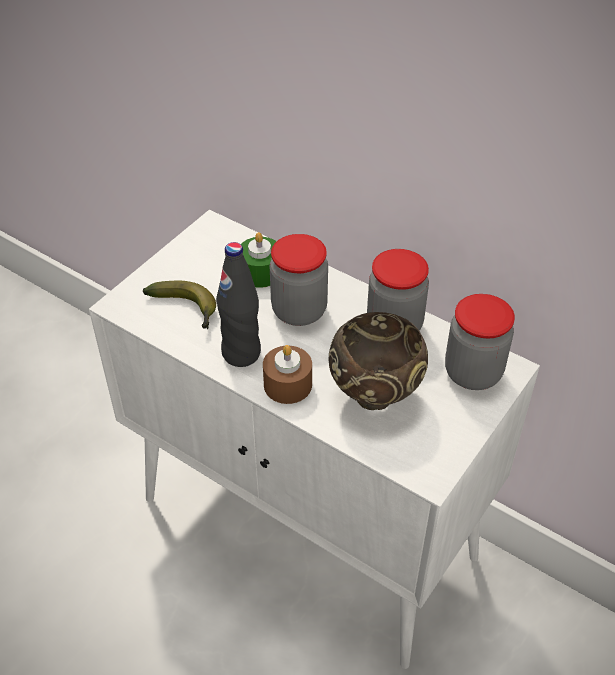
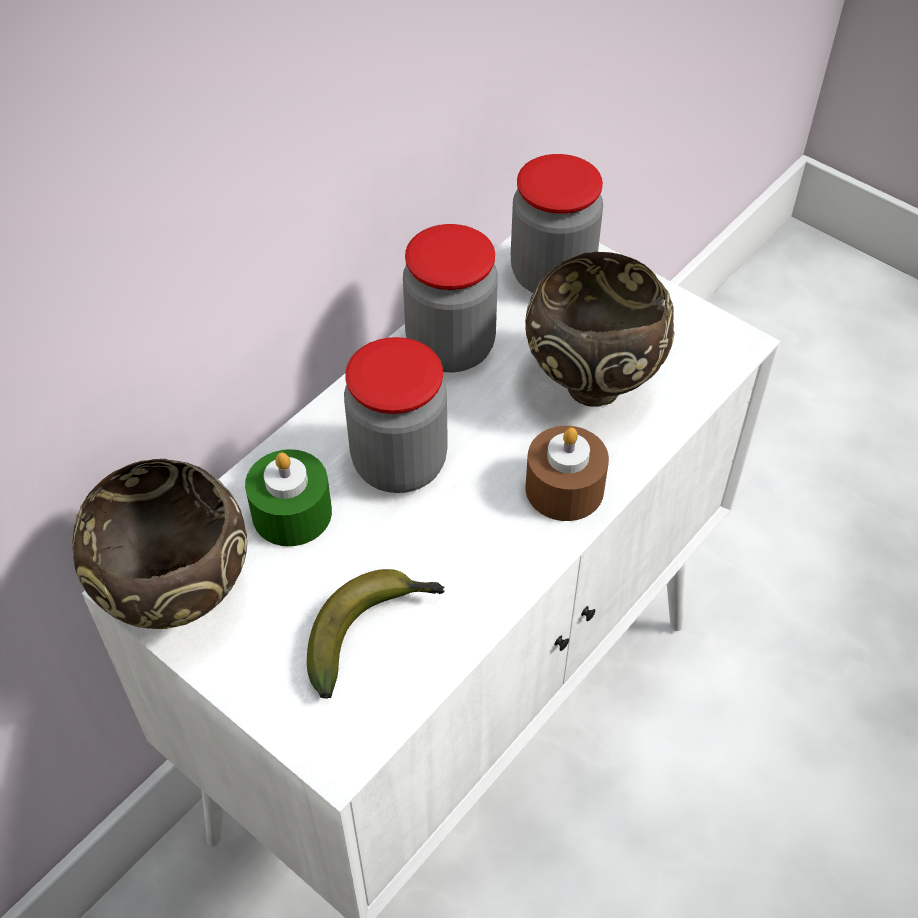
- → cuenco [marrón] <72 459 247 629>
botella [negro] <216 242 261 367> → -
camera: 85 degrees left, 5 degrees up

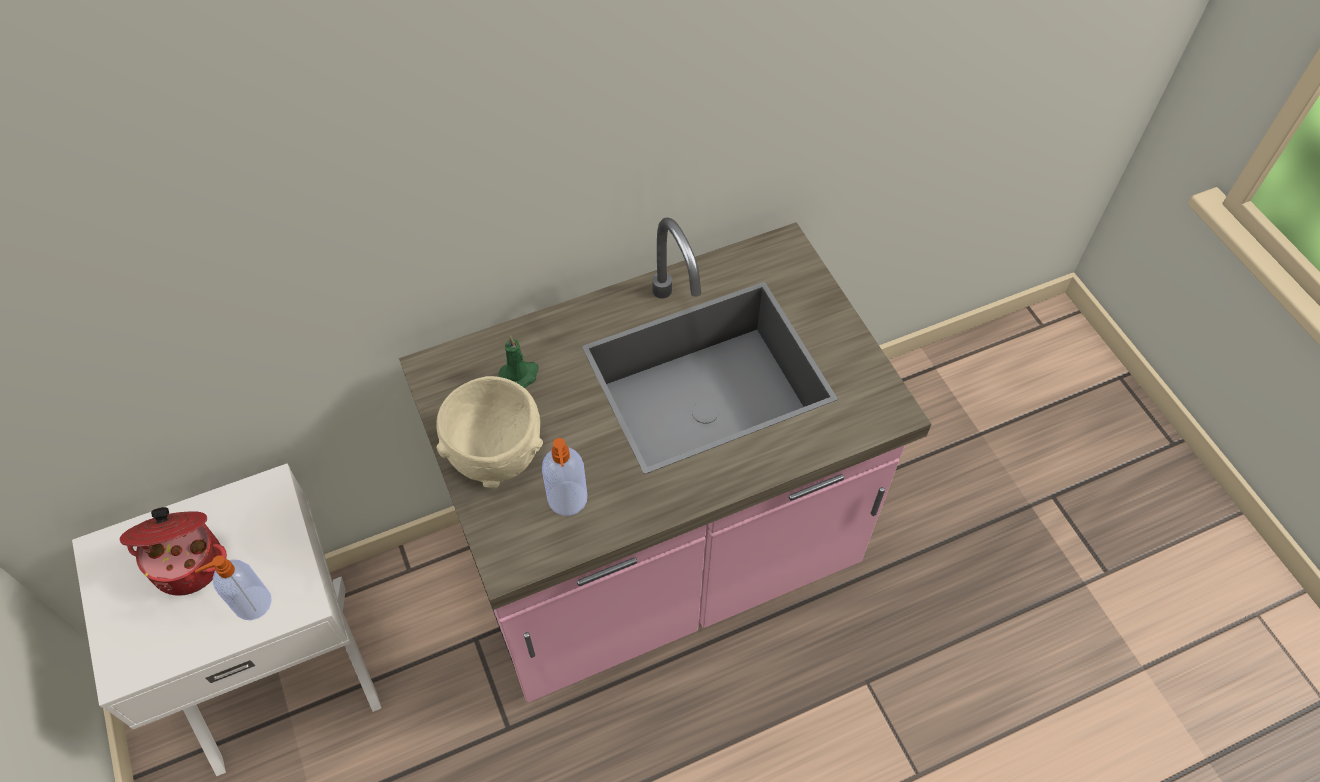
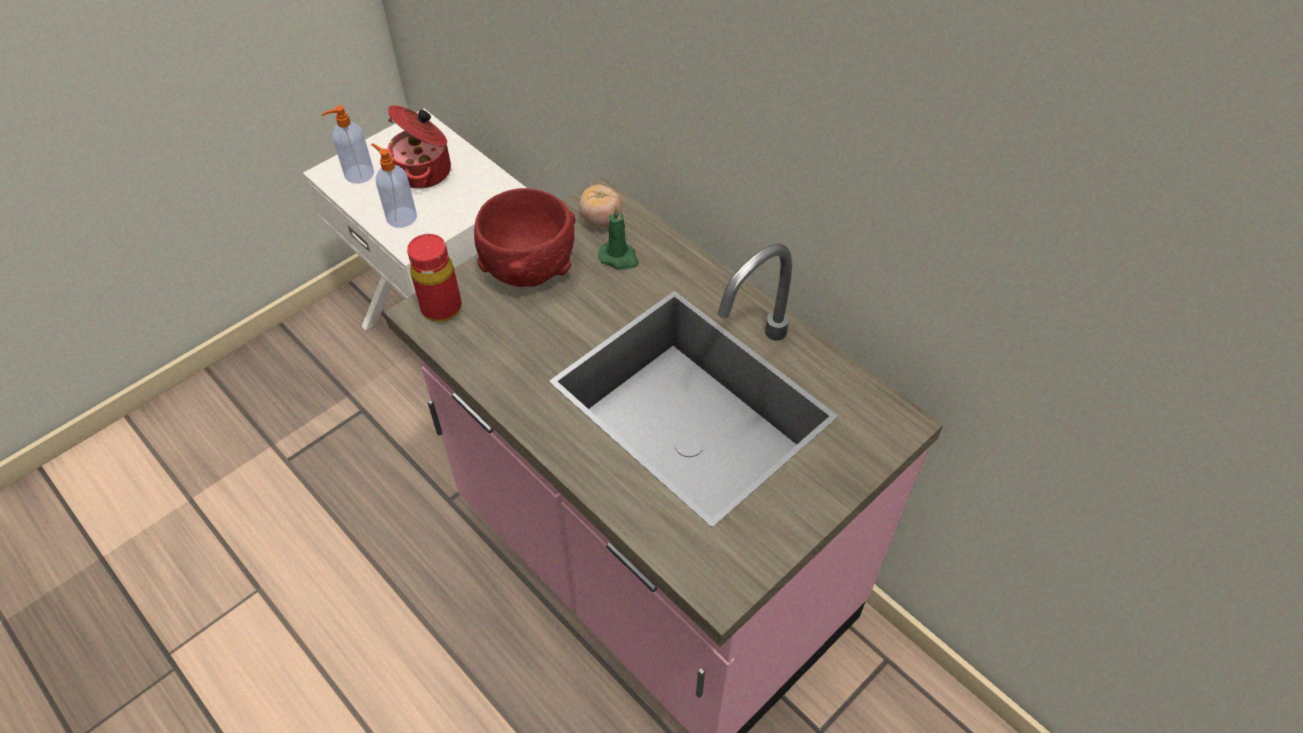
dispensador de jabón <542 438 587 516> → dispensador de jabón <322 105 374 184>, moved
- → botella [rojo] <407 234 462 322>
cuenco [beis] <436 376 543 488> → cuenco [rojo] <474 188 575 287>
- → tomate <579 185 622 227>
camera: 70 degrees right, 5 degrees down

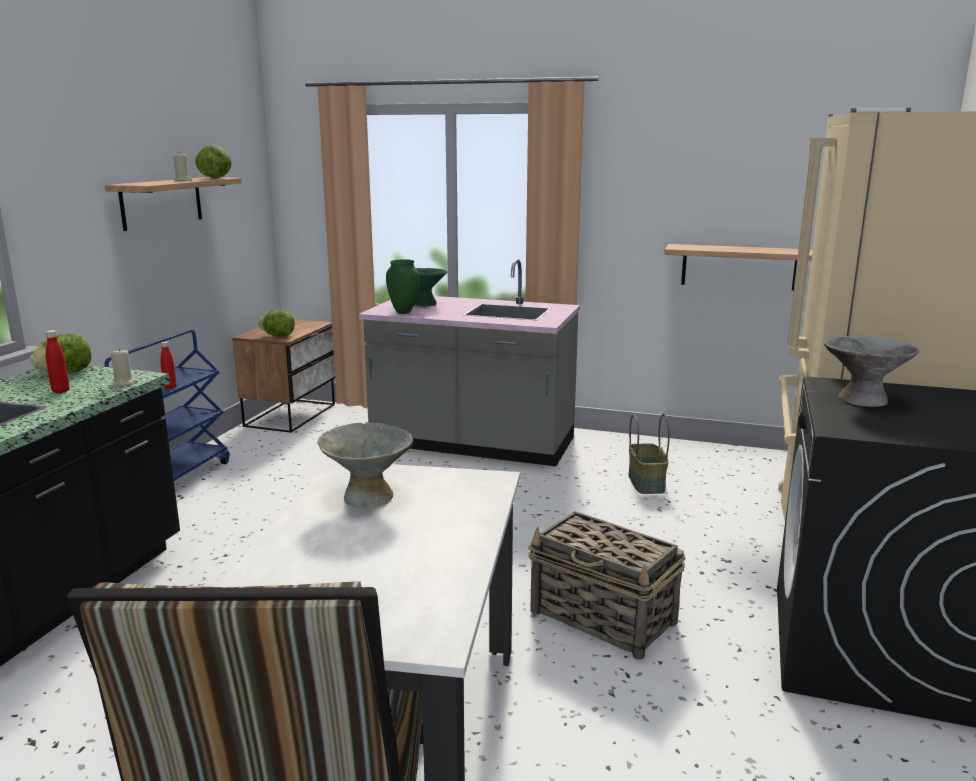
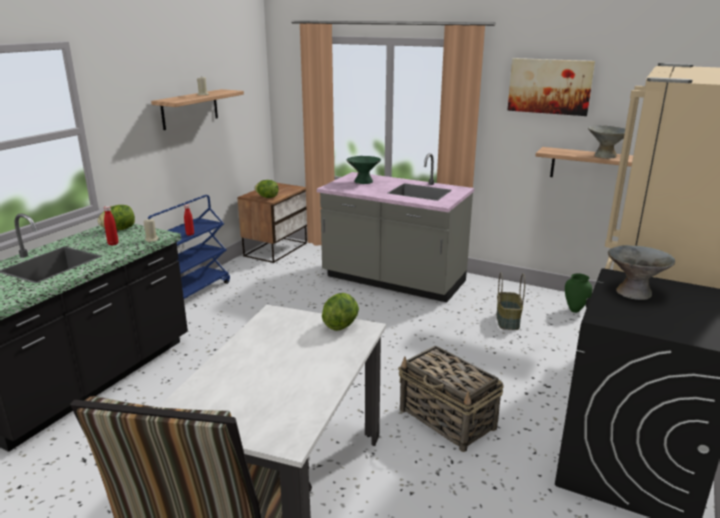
lechuga <195 145 232 178> → lechuga <322 293 359 331>, moved
- → cuadro <507 58 595 116>
florero [verde] <386 259 420 314> → florero [verde] <565 273 592 313>, moved
cuenco [gris] <317 423 413 508> → cuenco [gris] <588 125 625 159>, moved
camera: 10 degrees right, 5 degrees up

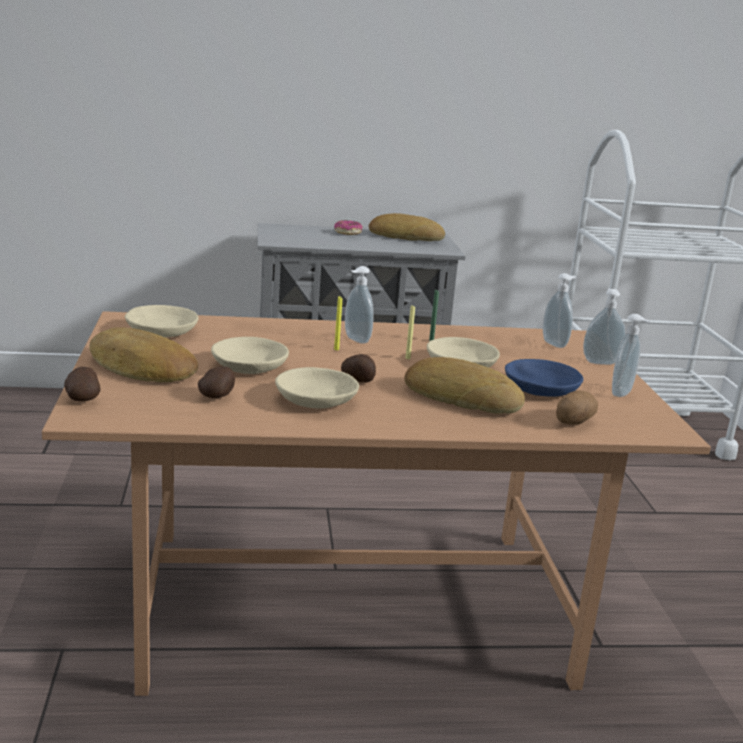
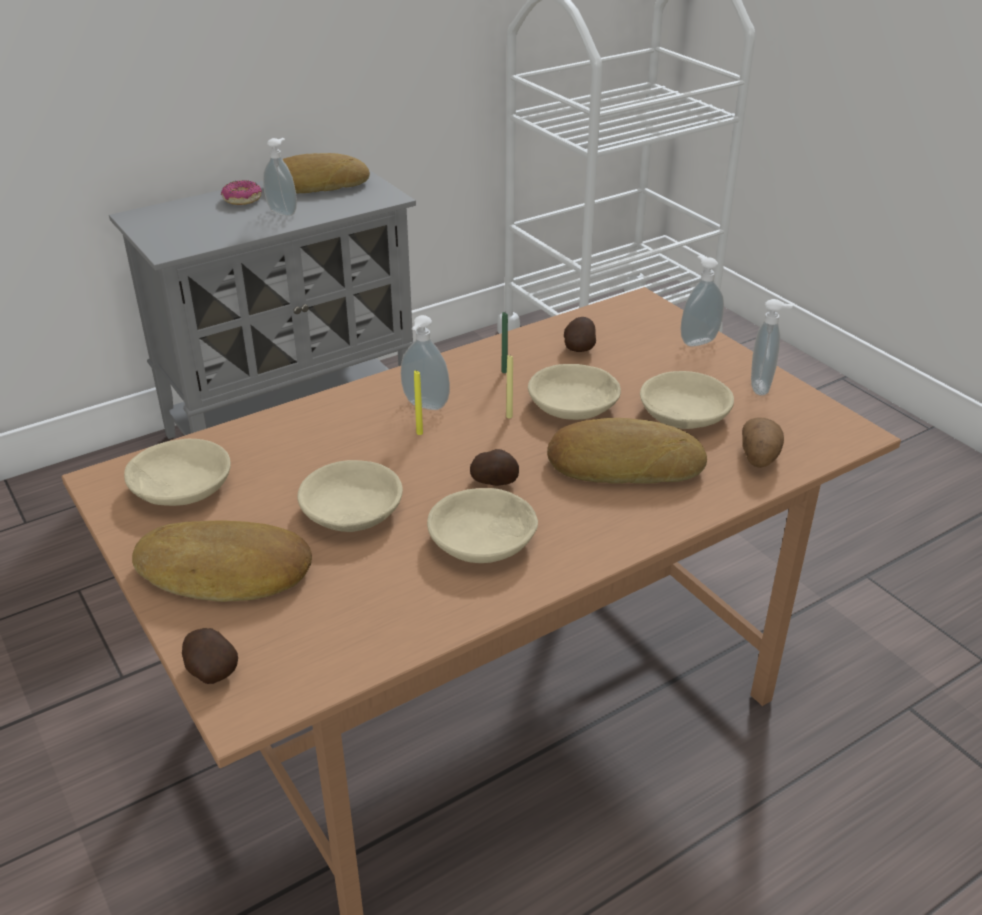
dispensador de jabón <543 273 576 348> → dispensador de jabón <263 138 297 216>, moved
patata <198 366 235 398> → patata <564 317 596 352>, moved
cuenco [azul] <505 359 583 397> → cuenco [beis] <640 371 734 429>
camera: 25 degrees left, 15 degrees up

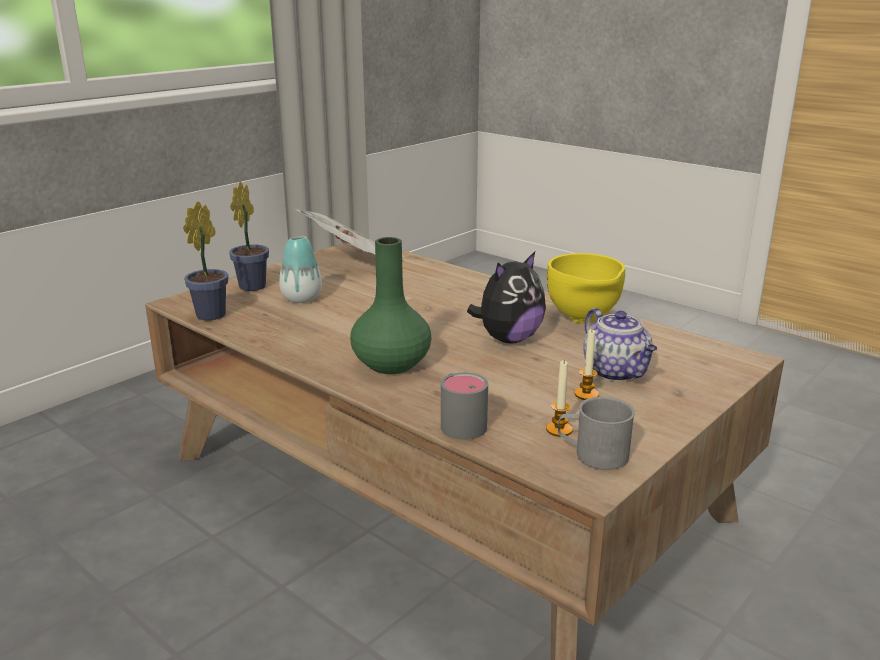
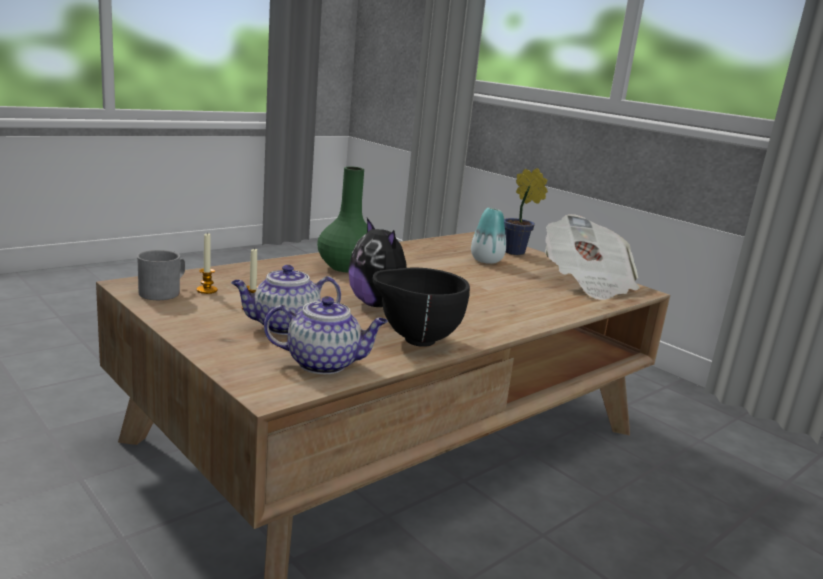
- → tetera <264 296 388 374>
cuenco [amarillo] <547 253 625 323> → cuenco [negro] <373 268 470 347>
planta en maceta <183 201 228 320> → -
taza grande [gris] <441 373 488 440> → -
camera: 95 degrees right, 5 degrees down

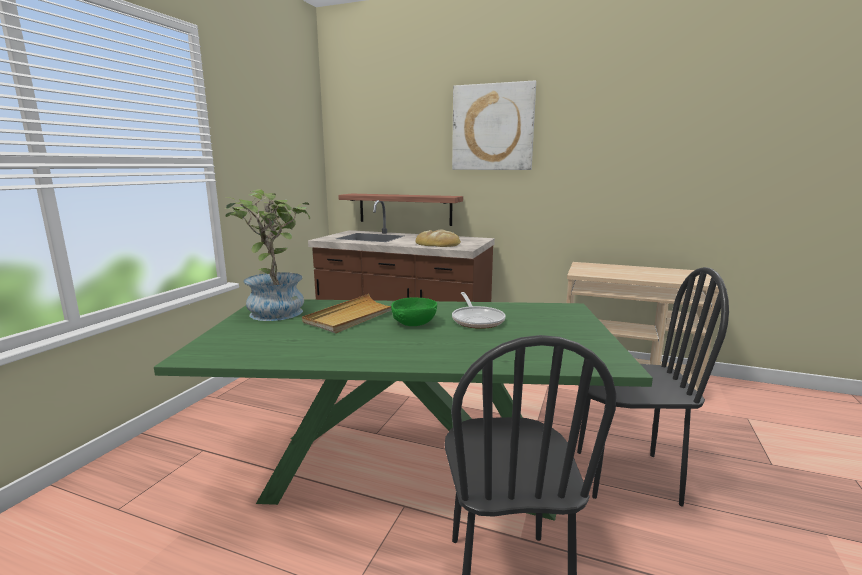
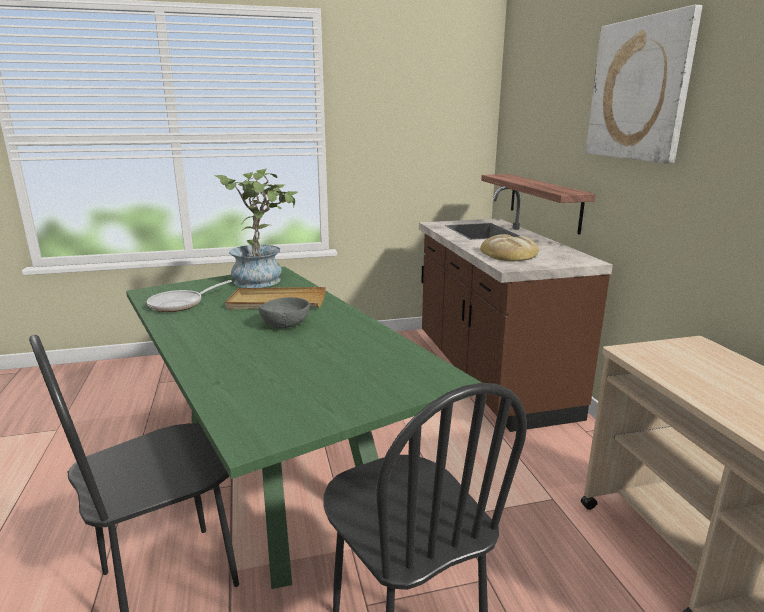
sartén <452 292 506 329> → sartén <147 280 232 312>, moved
cuenco [verde] <391 298 437 326> → cuenco [gris] <258 297 310 328>
camera: 55 degrees right, 5 degrees up

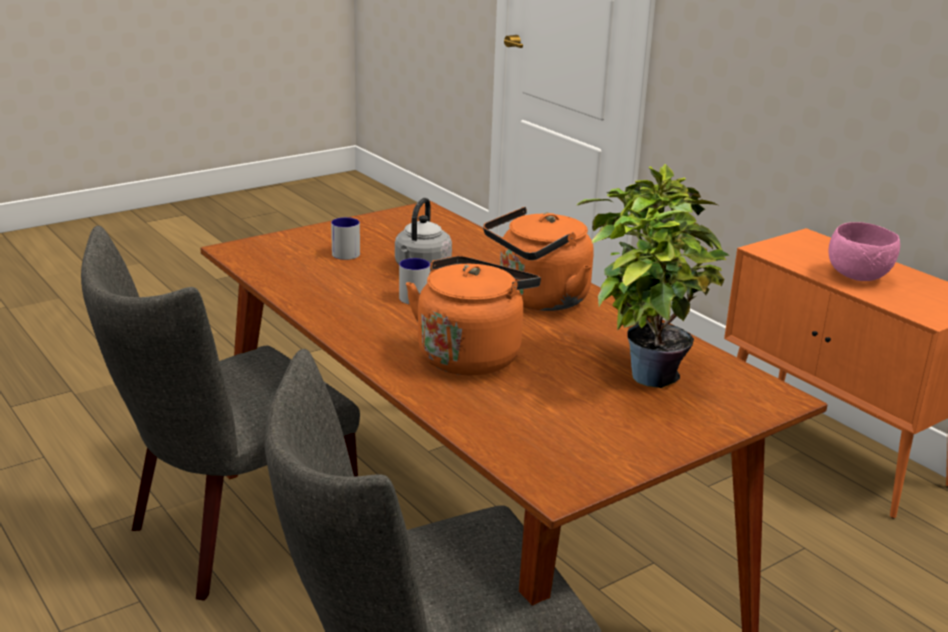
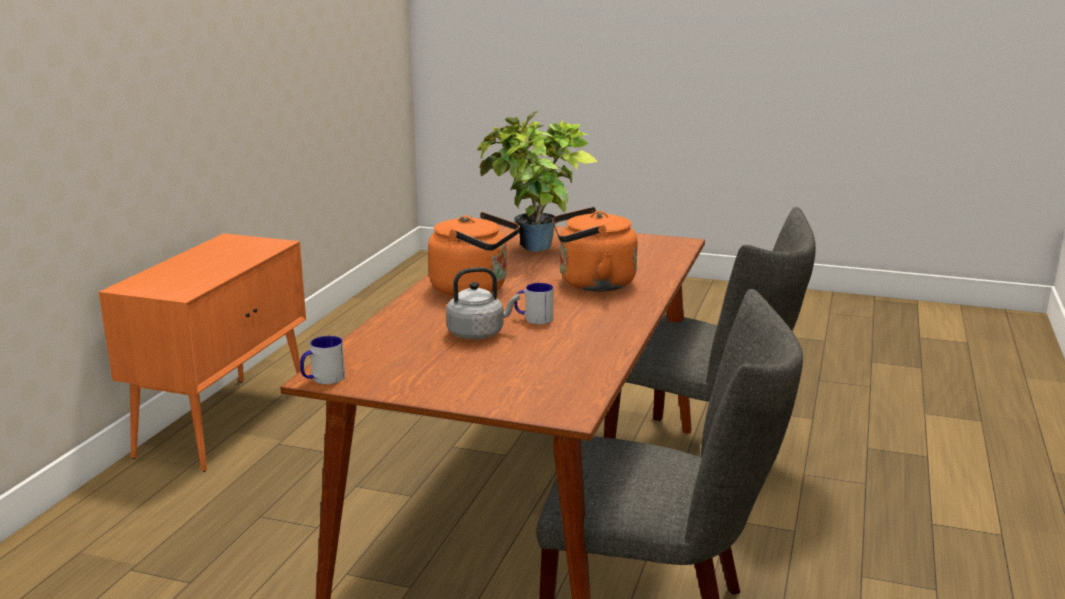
taza grande <331 217 360 260> → taza grande <300 336 345 384>, moved
cuenco [rosa] <829 222 900 281> → -
camera: 125 degrees left, 5 degrees down

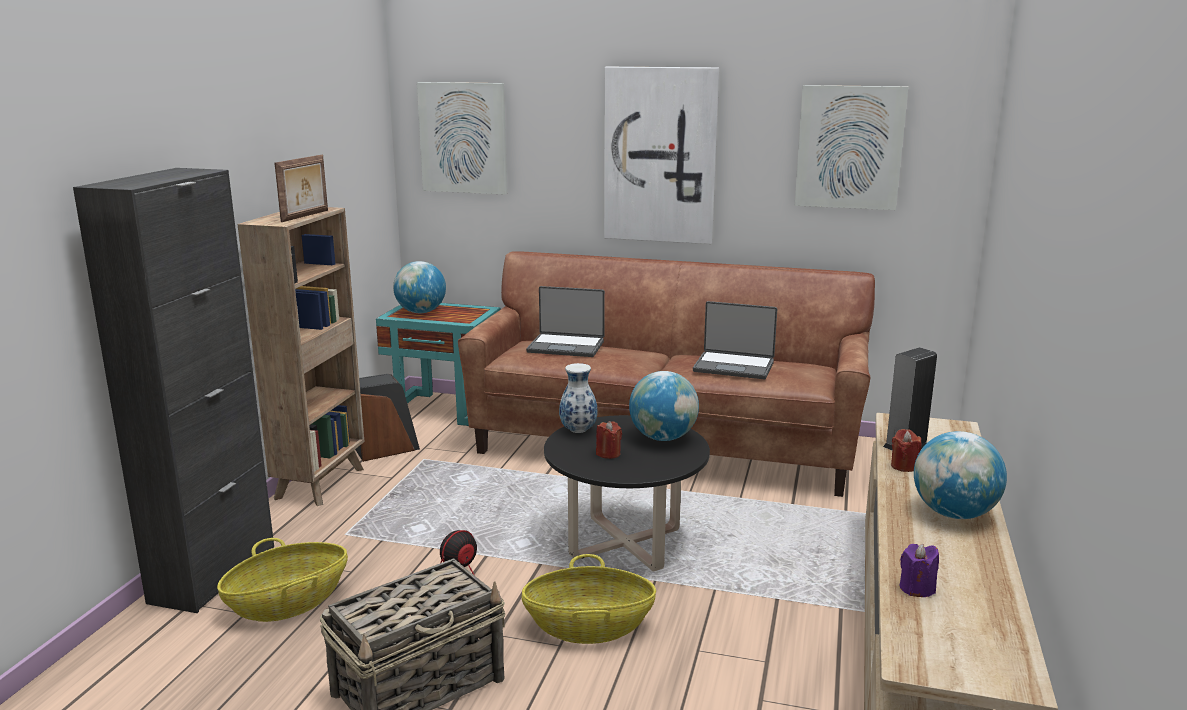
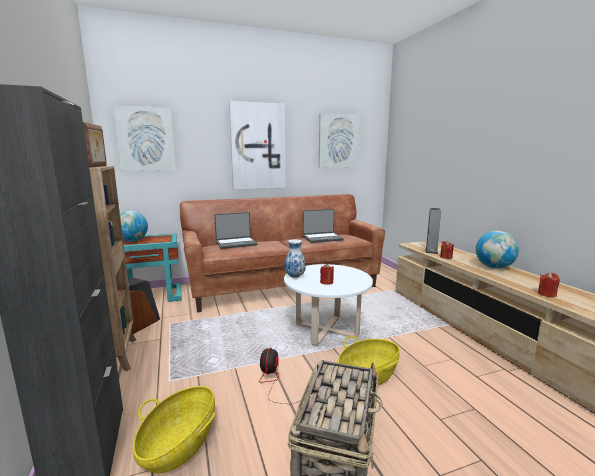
mesa de centro [negro] <544 415 710 572> → mesa de centro [blanco] <284 264 373 346>
vela [morado] <900 544 939 597> → vela [rojo] <538 272 560 298>
globo terráqueo <629 371 699 441> → -
camera: 35 degrees left, 5 degrees down

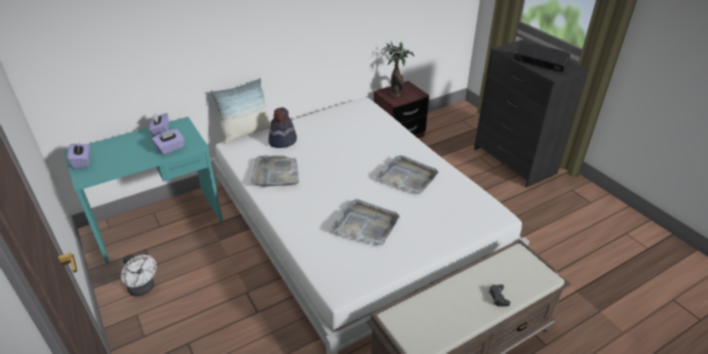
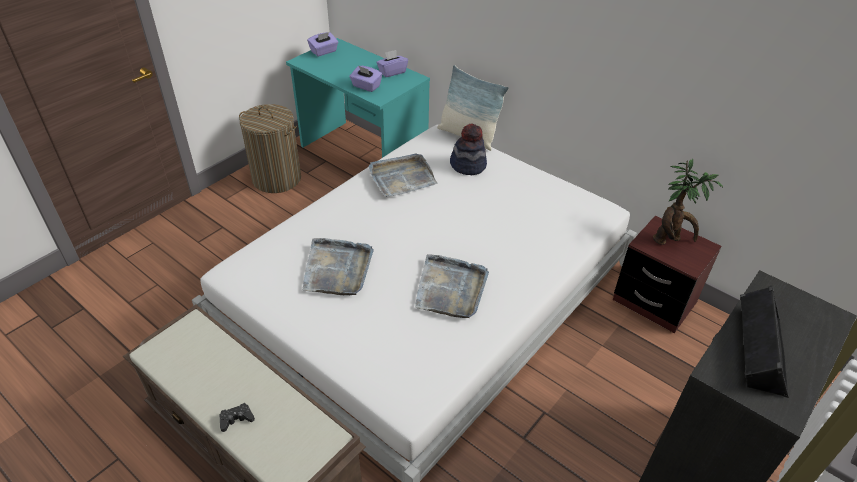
ventilador [blanco] <121 255 156 297> → cesto de la ropa <239 104 301 193>
camera: 70 degrees right, 5 degrees up

